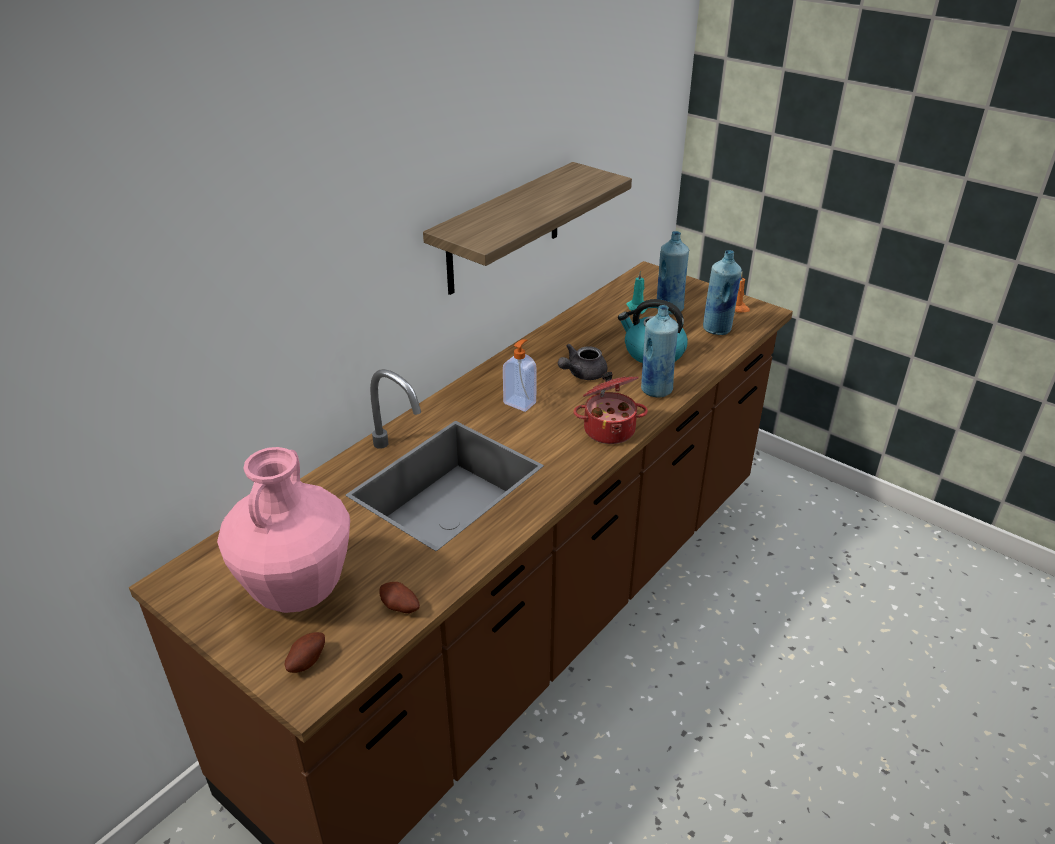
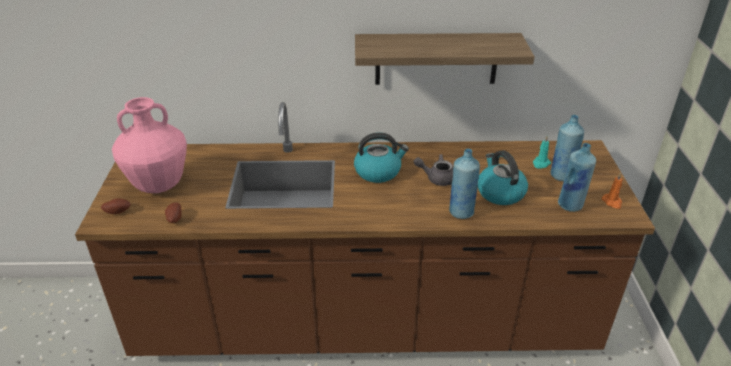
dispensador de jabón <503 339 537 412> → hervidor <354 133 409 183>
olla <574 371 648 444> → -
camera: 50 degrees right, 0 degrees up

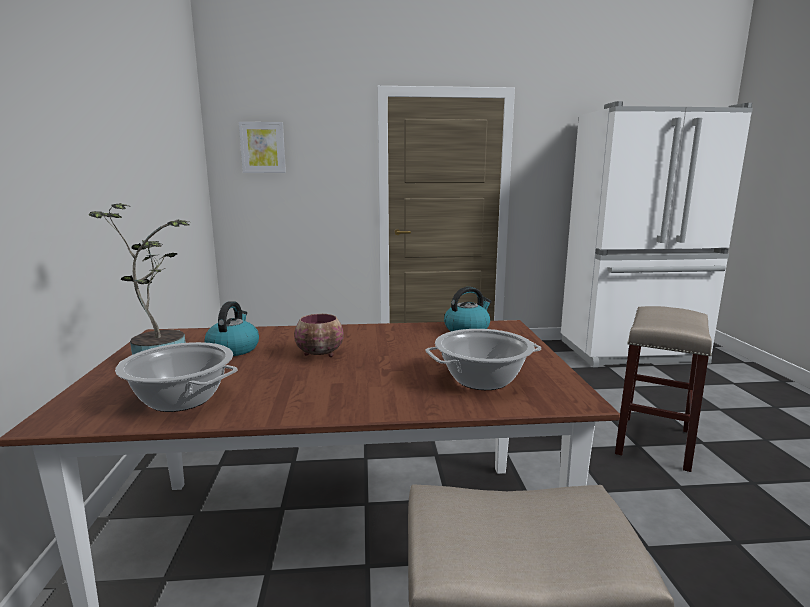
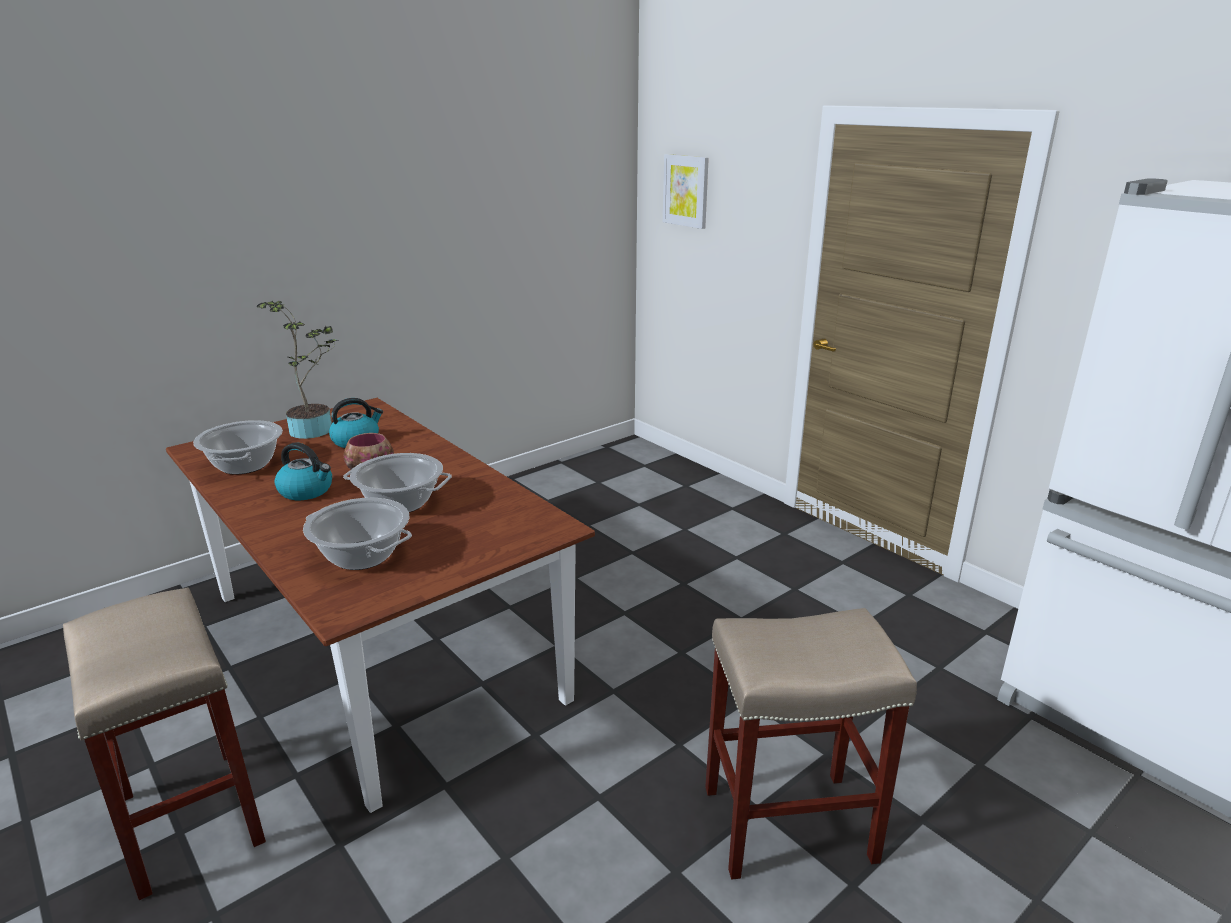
hervidor <444 287 492 331> → hervidor <275 442 332 500>, moved
- → olla <343 453 452 512>
camera: 55 degrees right, 10 degrees up

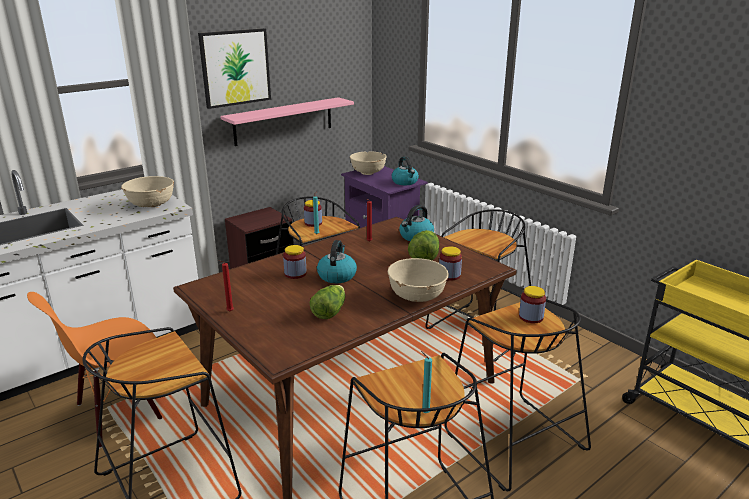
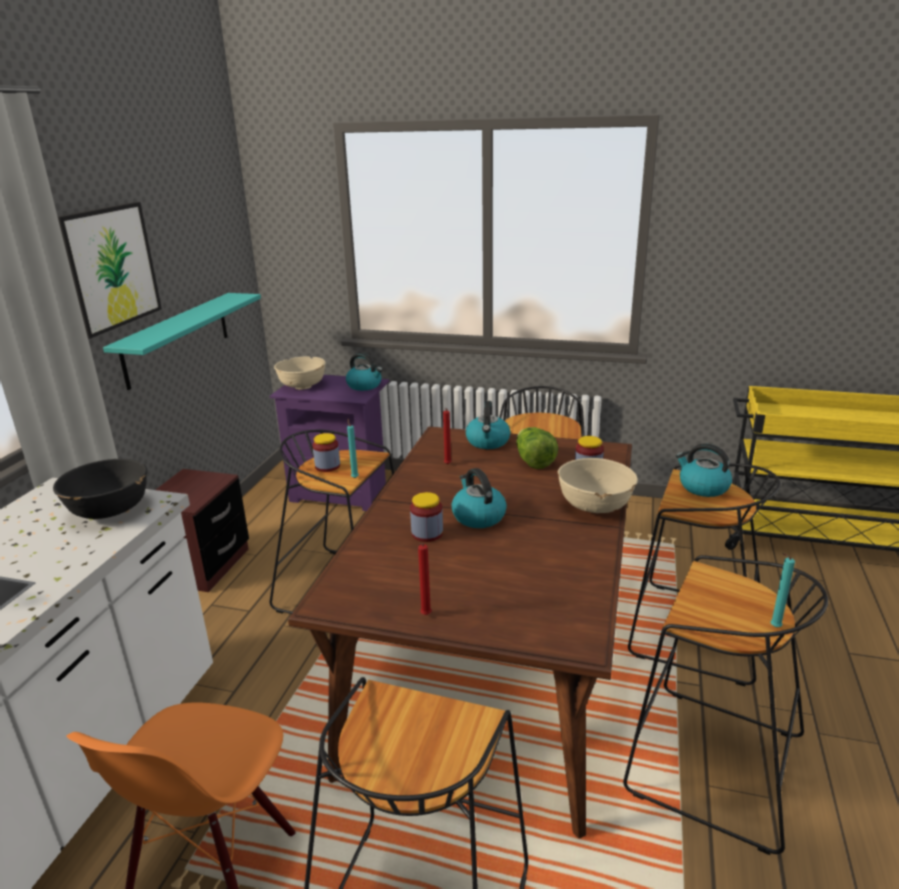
cuenco [beis] <121 176 174 207> → cuenco [negro] <53 459 147 519>
estante [rosa] <220 97 354 146> → estante [turquesa] <103 293 261 390>
tarro <519 286 546 323> → hervidor <676 444 732 497>
lechuga <310 285 345 319> → -
camera: 35 degrees left, 0 degrees up

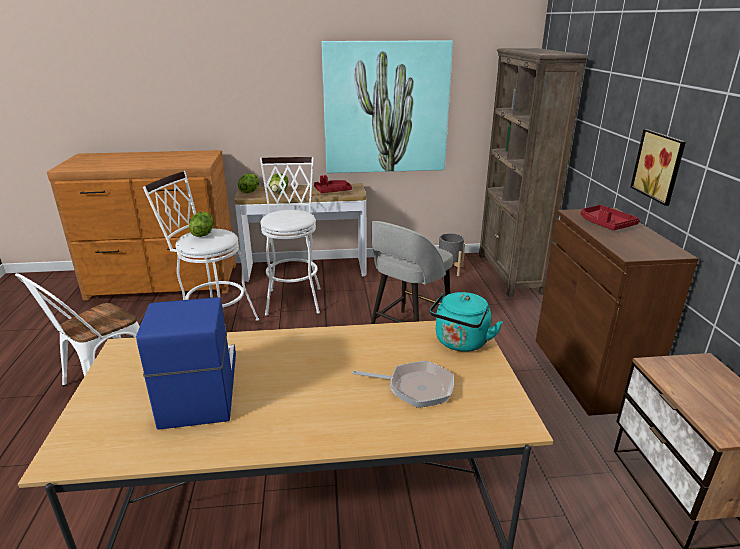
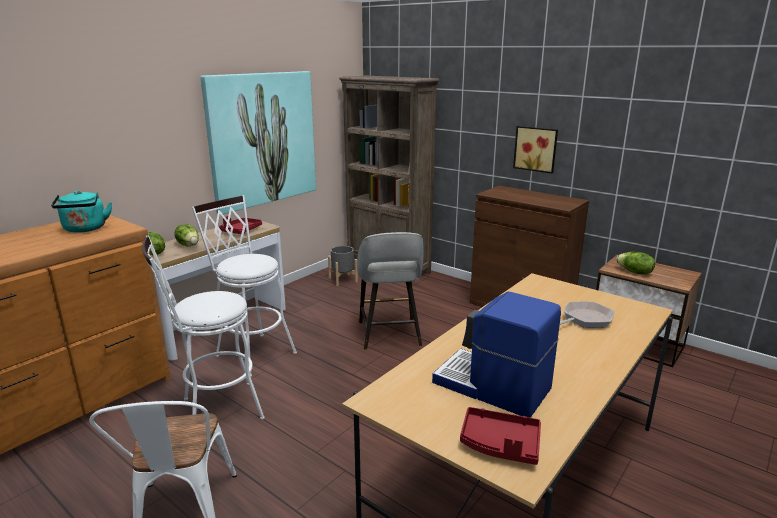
hervidor [turquesa] <430 292 503 352> → hervidor [turquesa] <51 191 112 233>, moved
bandeja [rojo] <581 205 639 230> → bandeja [rojo] <460 407 541 465>, moved
lechuga <189 212 214 237> → lechuga <616 252 655 274>, moved
camera: 45 degrees left, 5 degrees down

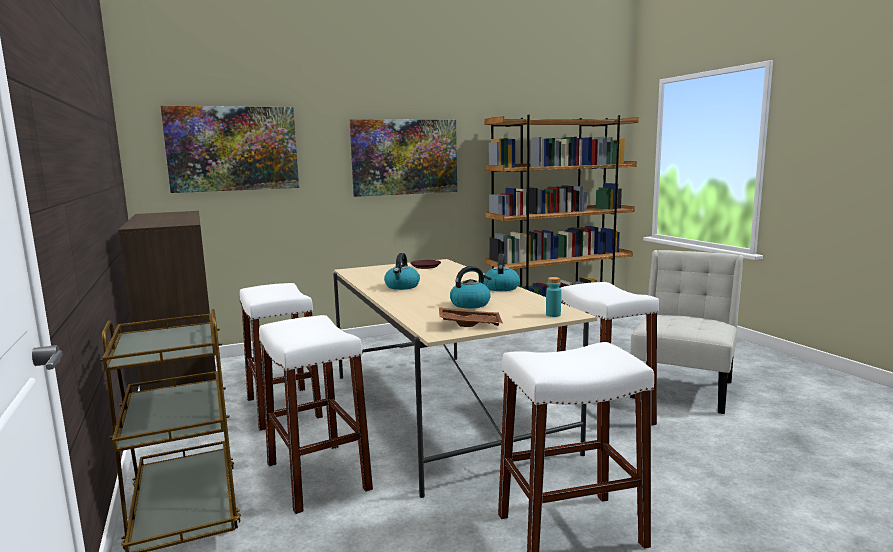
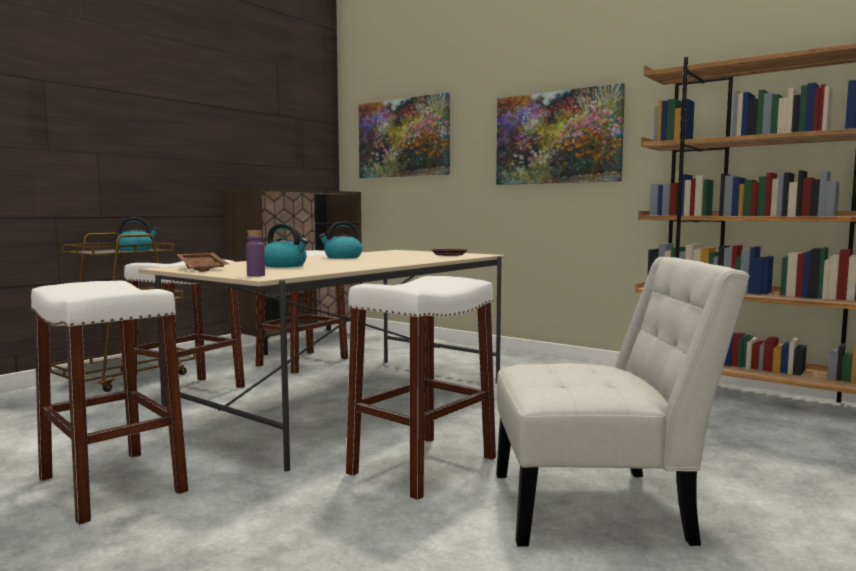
hervidor <485 254 520 291> → hervidor <116 217 159 251>, moved
botella [turquesa] <546 277 561 317> → botella [morado] <246 230 265 277>
camera: 60 degrees right, 5 degrees down

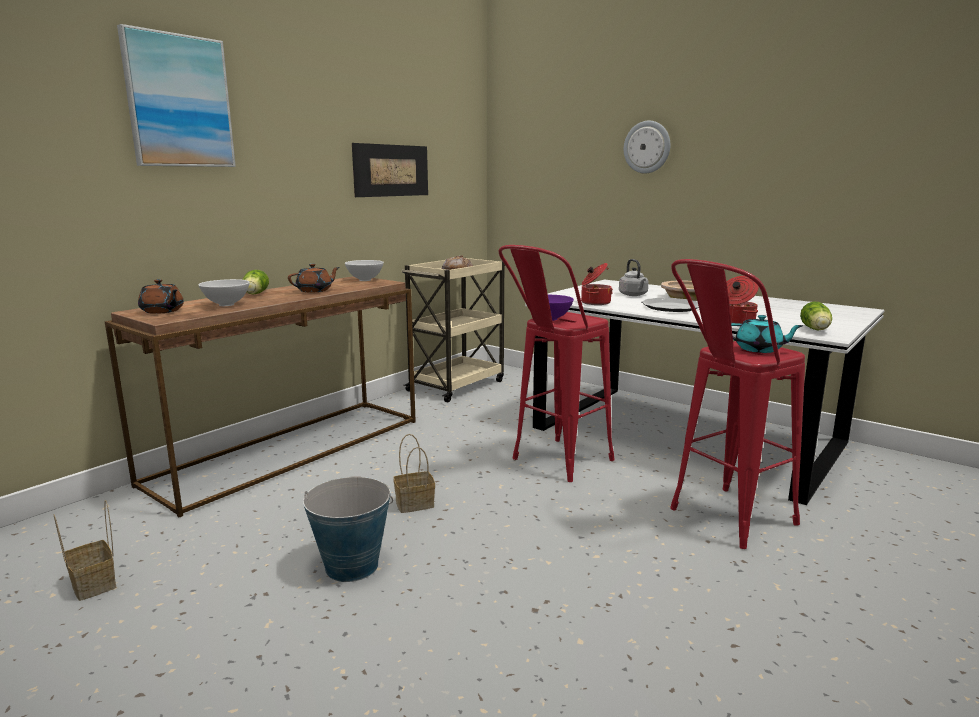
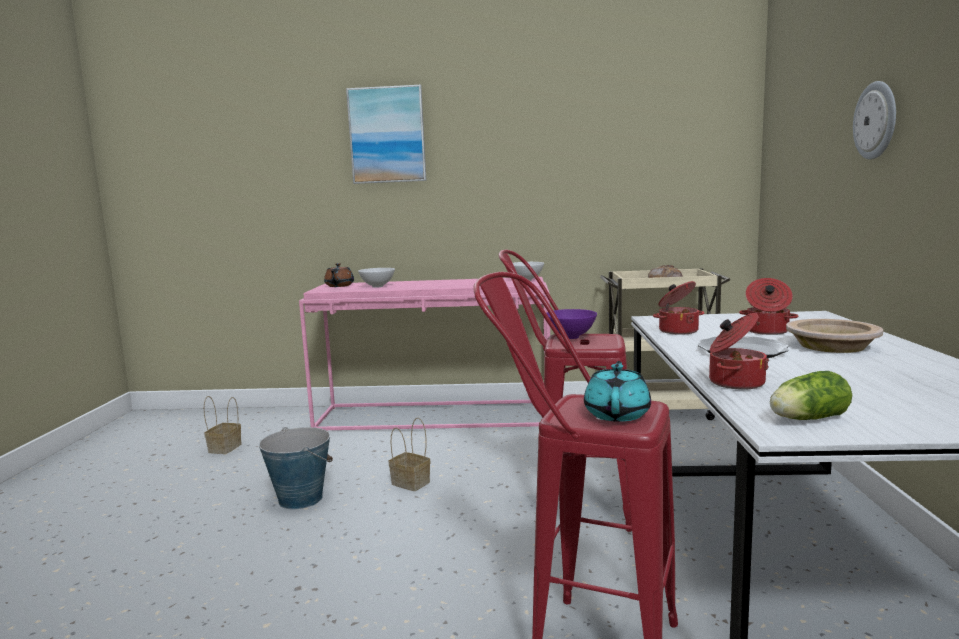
mesa consola [marrón] <105 276 416 518> → mesa consola [rosa] <299 277 550 430>
tetera [turquesa] <731 315 804 353> → tetera [turquesa] <584 361 651 422>, 150 degrees counterclockwise
hervidor [gris] <619 259 649 296> → olla <739 278 799 335>
lechuga <242 270 269 295> → -
tetera [marrón] <288 264 340 293> → -
cuadro <352 143 428 197> → -
camera: 55 degrees right, 5 degrees down

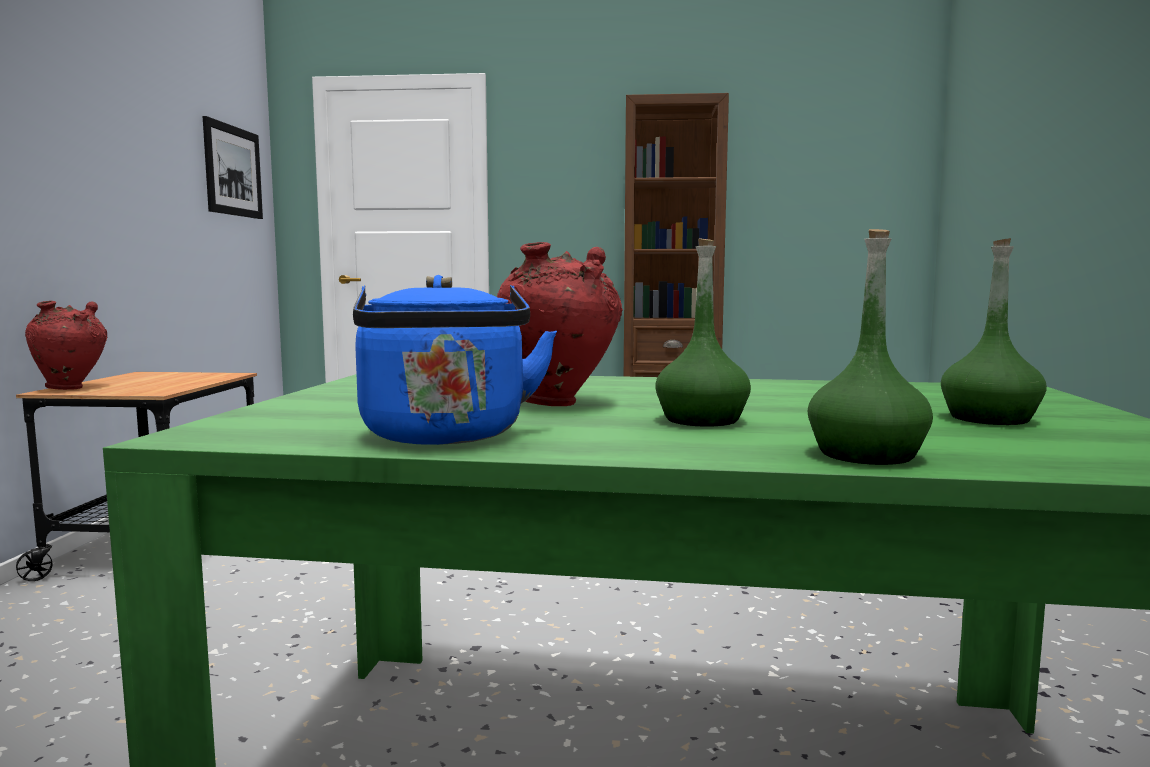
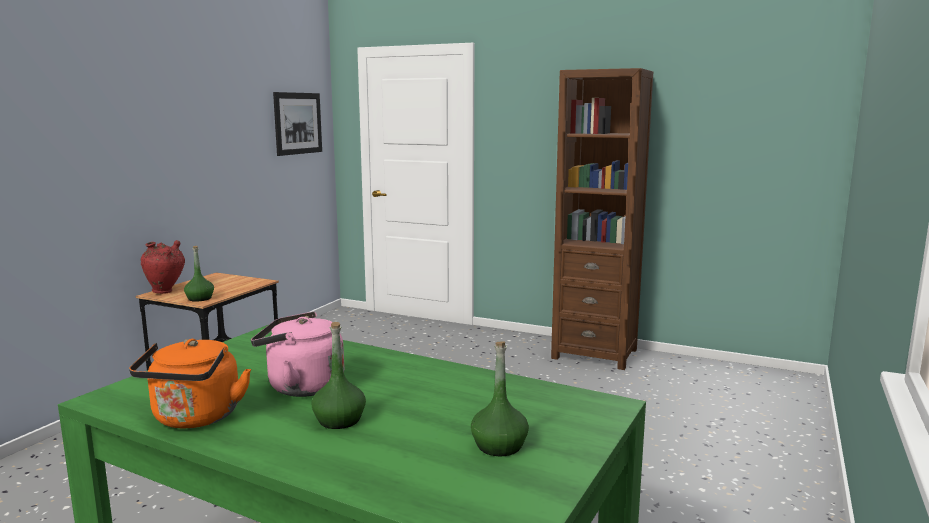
hervidor [azul] <353 275 557 445> → hervidor [naranja] <129 339 251 428>
botella [verde] <808 229 933 465> → botella [verde] <184 246 214 302>, moved
florero [rojo] <497 242 623 406> → hervidor [rosa] <251 312 344 397>
camera: 20 degrees right, 5 degrees up

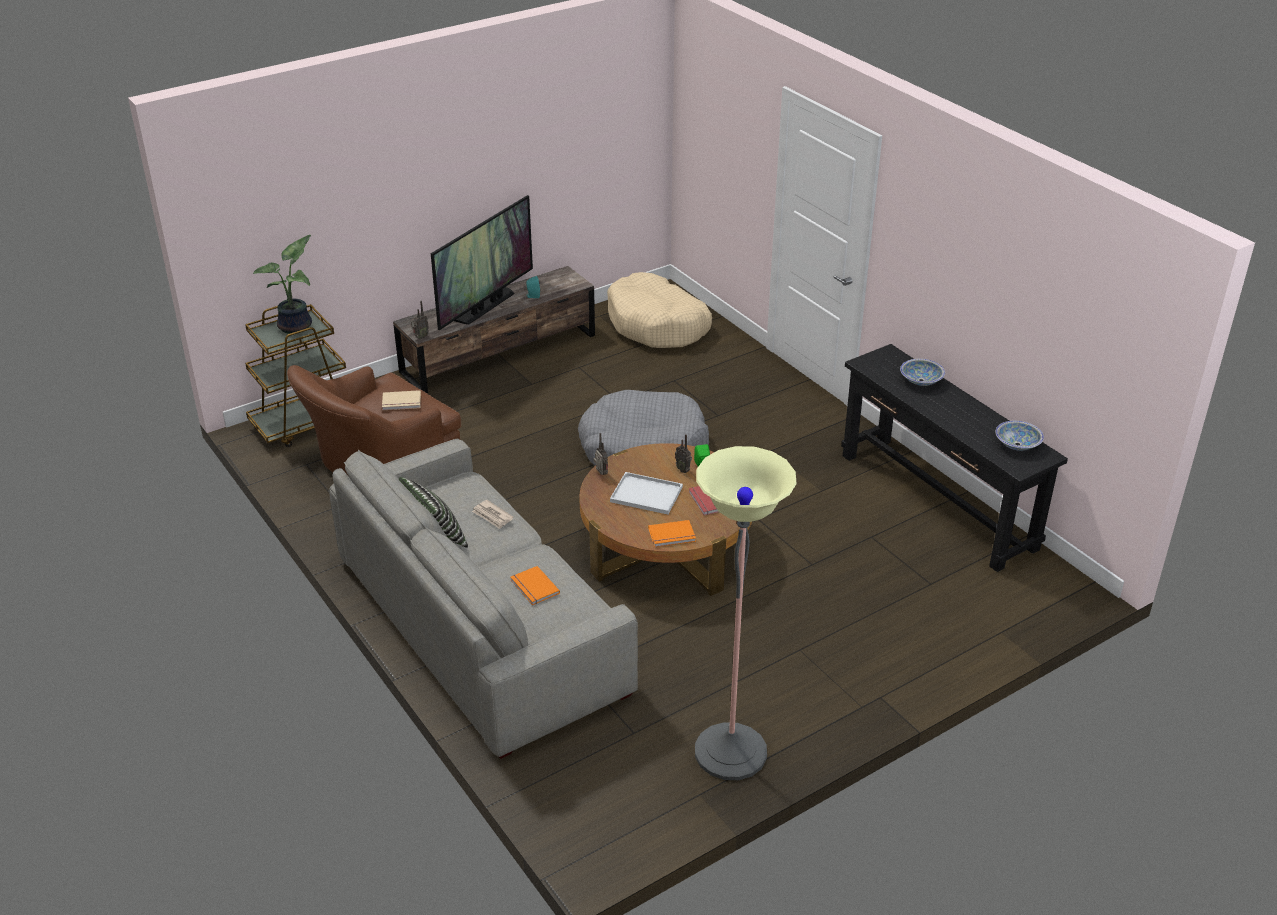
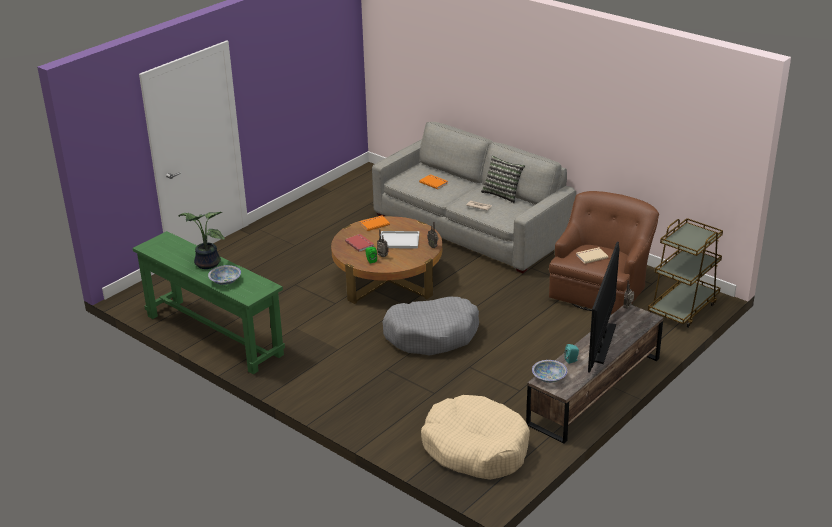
mesa consola [negro] <841 344 1068 572> → mesa consola [verde] <133 231 285 374>
planta en maceta <253 235 312 334> → planta en maceta <179 212 225 269>, moved
cuenco <995 421 1044 451> → cuenco <532 360 567 383>, moved
lámpara de pie <695 446 797 780> → -
camera: 165 degrees right, 5 degrees down

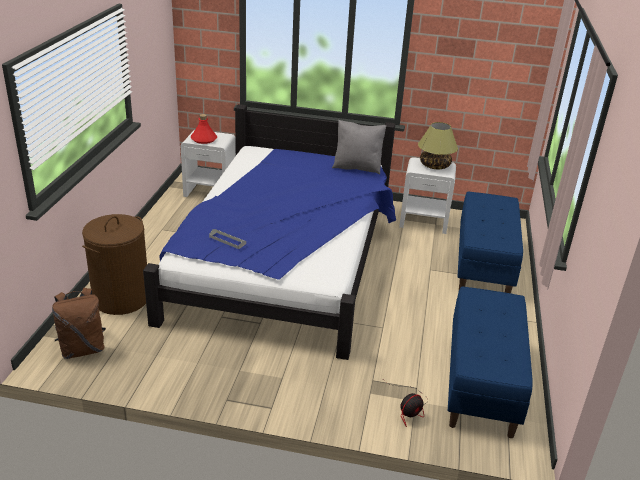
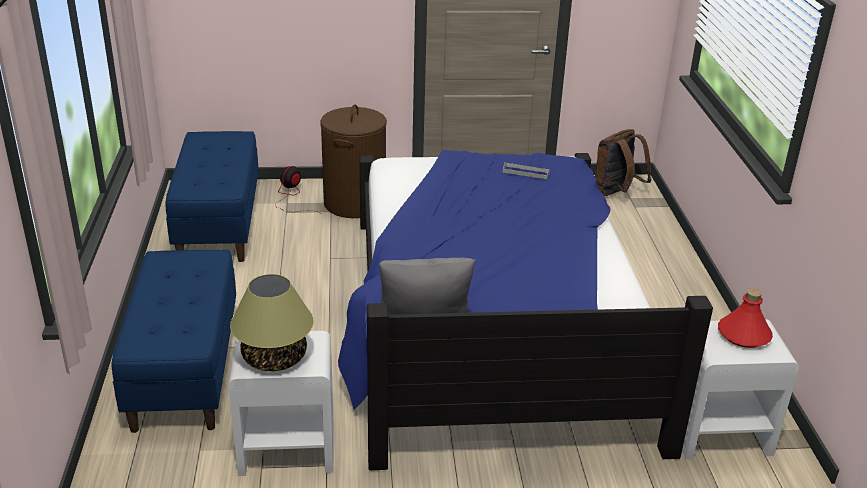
cesto de la ropa [marrón] <82 214 147 315> → cesto de la ropa [marrón] <320 104 387 218>, moved
camera: 165 degrees right, 0 degrees up

